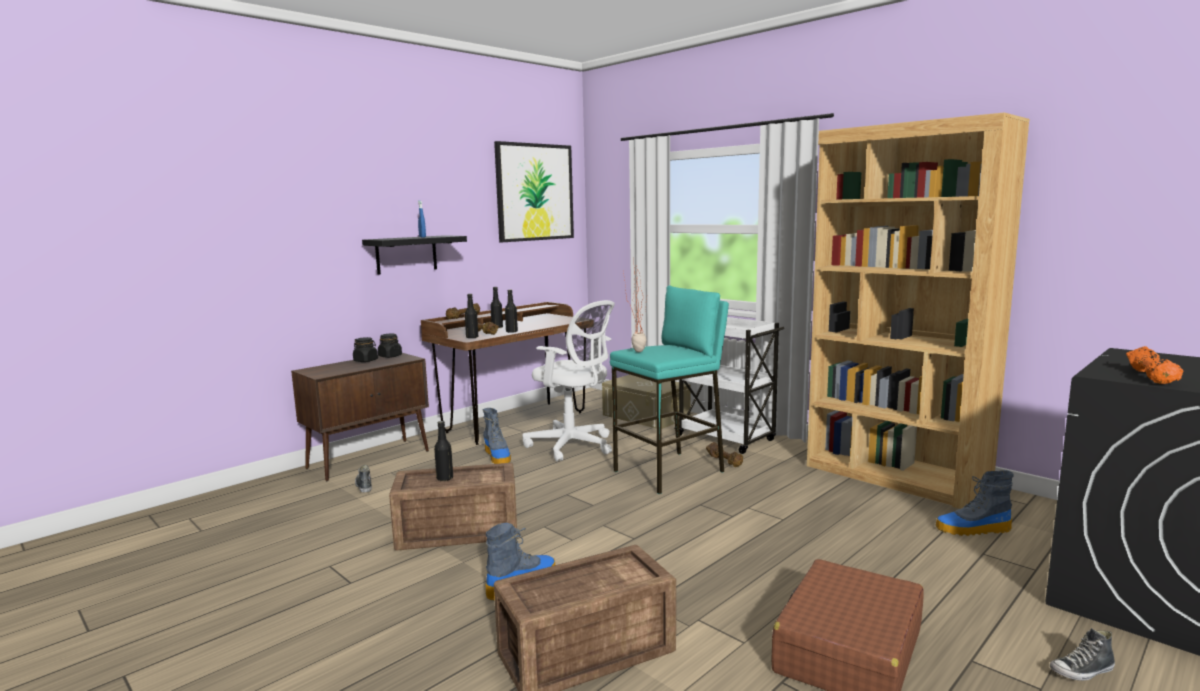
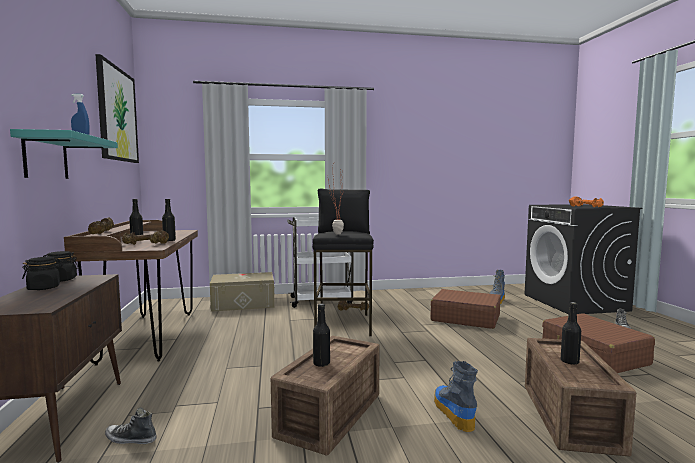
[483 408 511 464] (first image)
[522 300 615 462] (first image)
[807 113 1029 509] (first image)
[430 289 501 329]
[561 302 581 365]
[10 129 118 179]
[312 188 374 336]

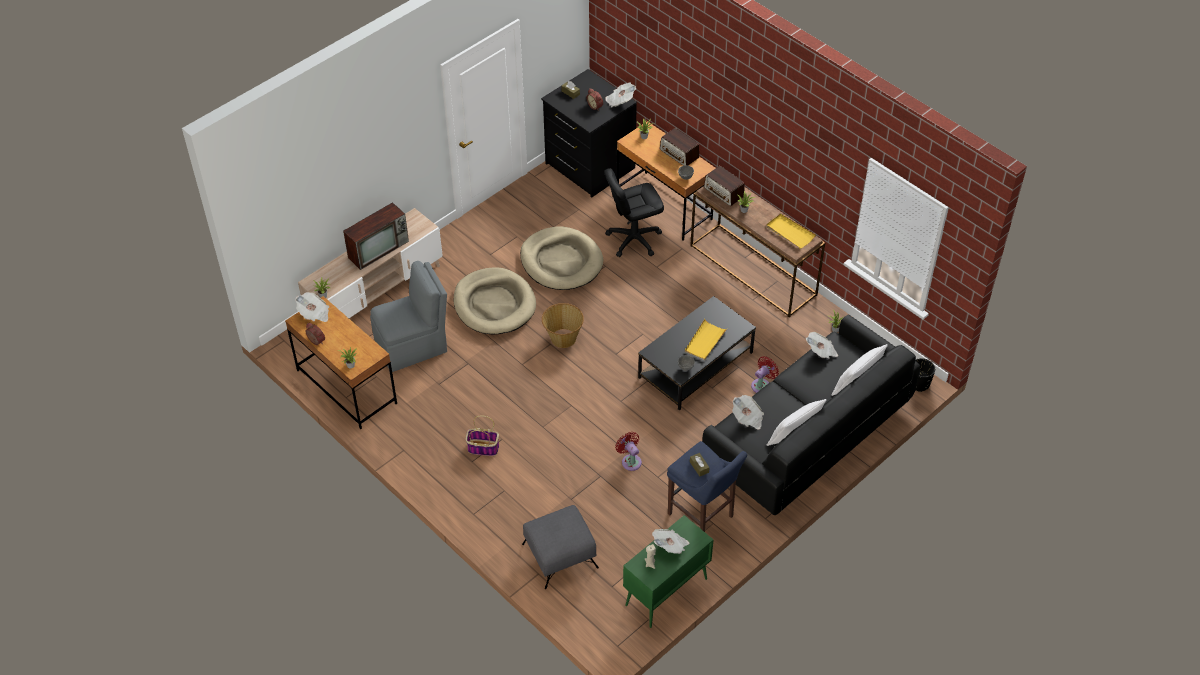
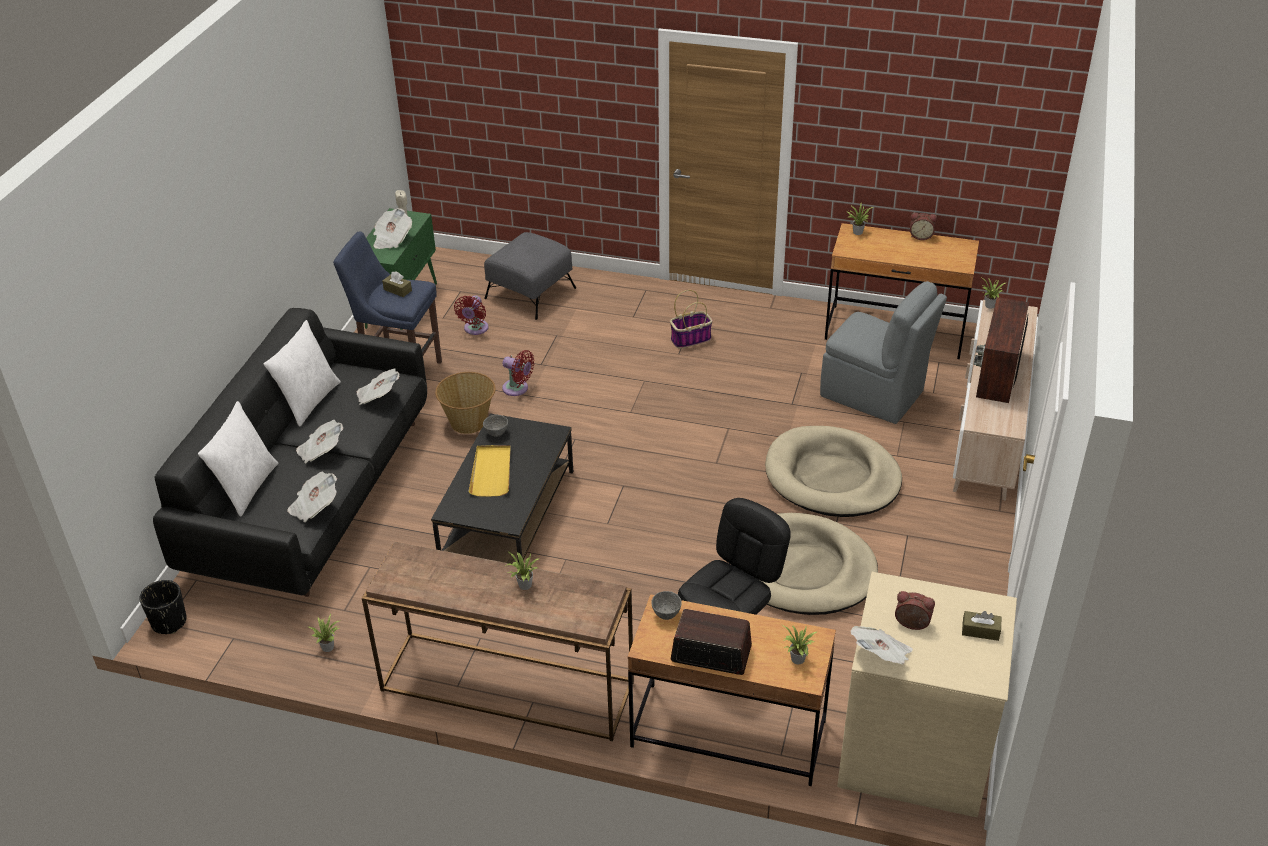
[704 166 745 206] (first image)
[766 213 816 249] (first image)
[296 420 343 464]
[435 372 496 434]
[454 295 488 335]
[837 572 1017 817]
[820 281 947 424]

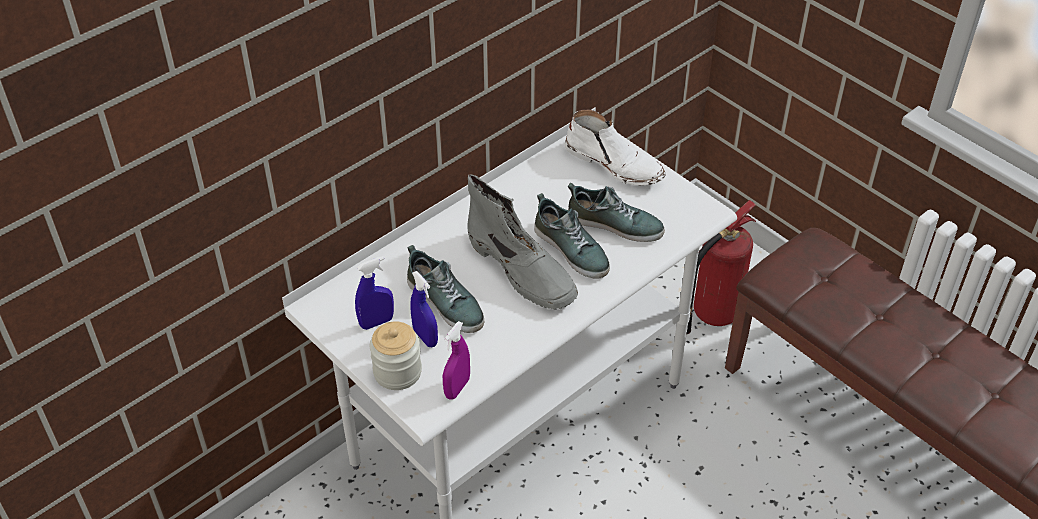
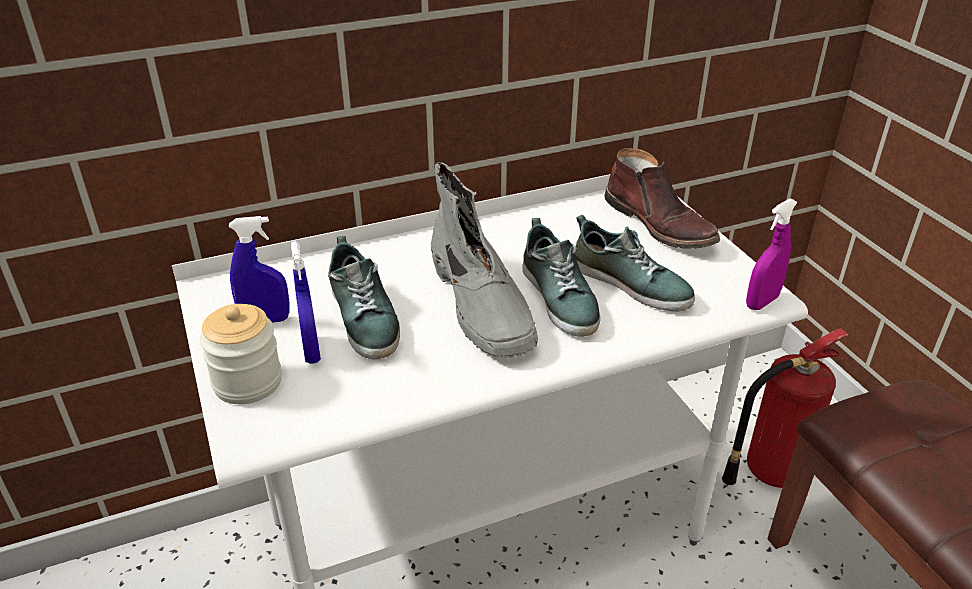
[746 198 798 310]
[604 148 720 249]

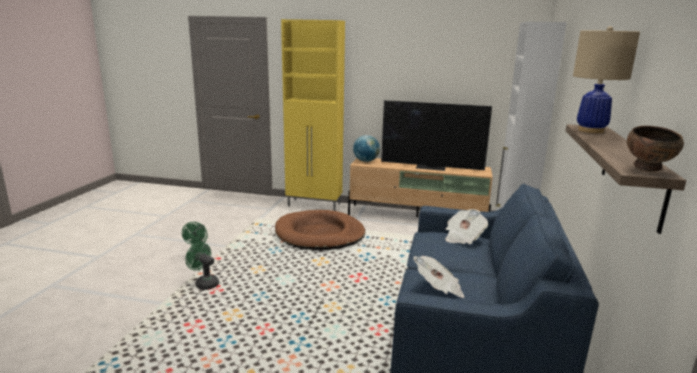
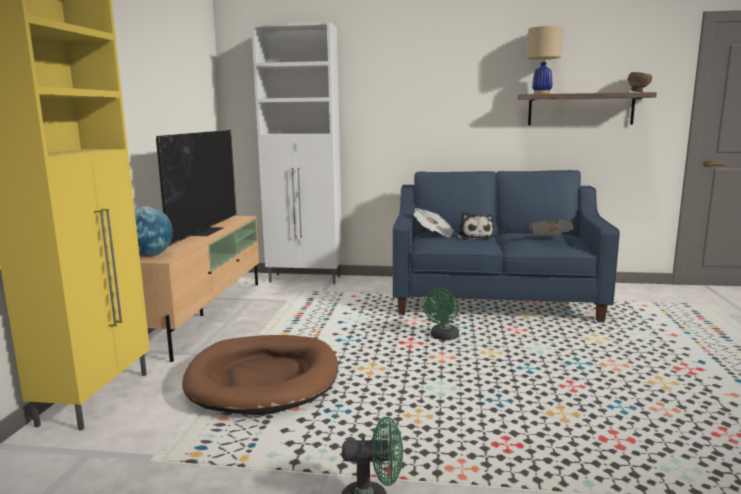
[456 212 494 240]
[423 288 459 340]

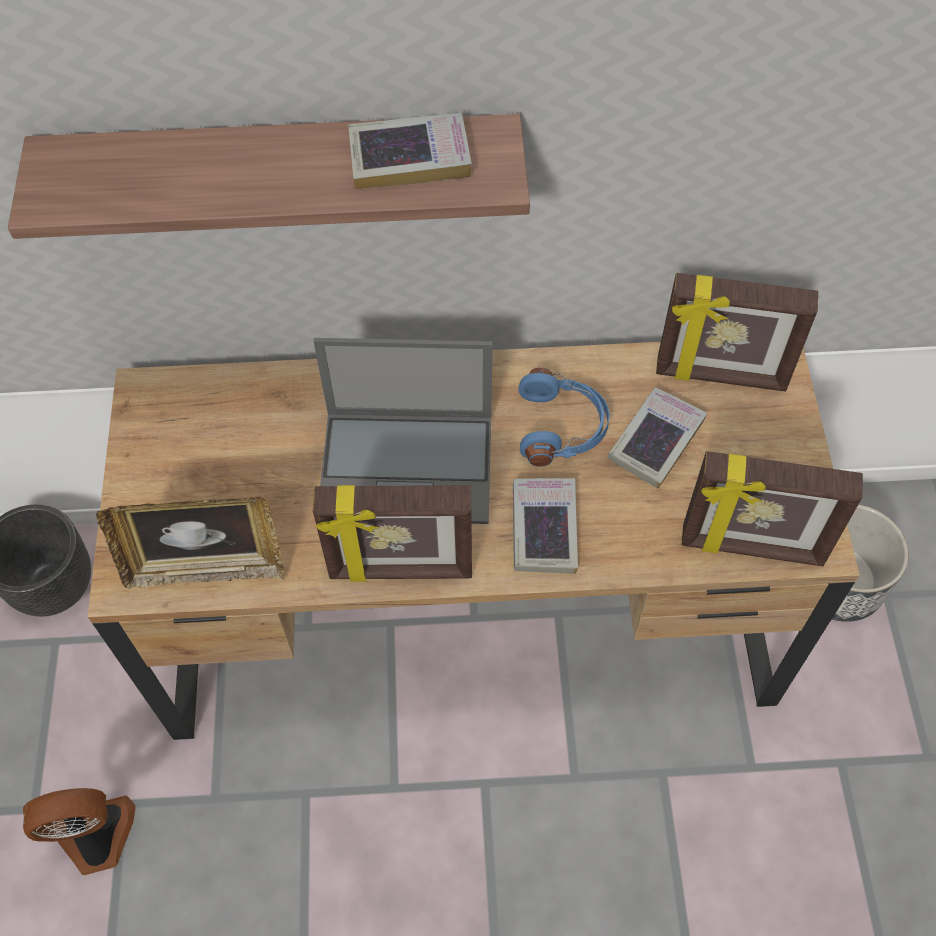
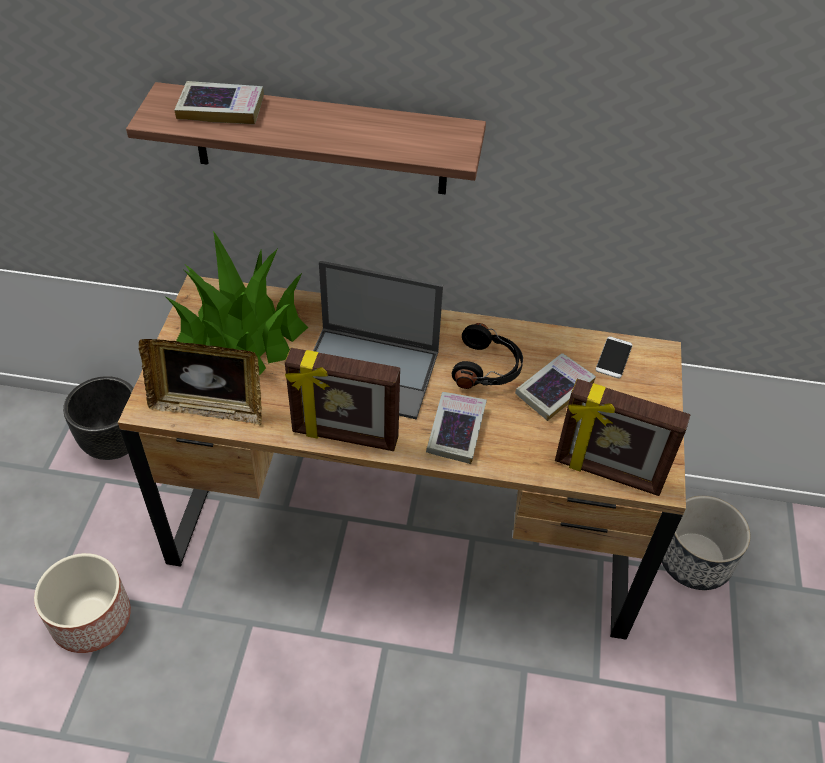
[166 231 308 376]
[174 81 264 125]
[34 553 131 653]
[595 336 632 378]
[452 323 523 389]

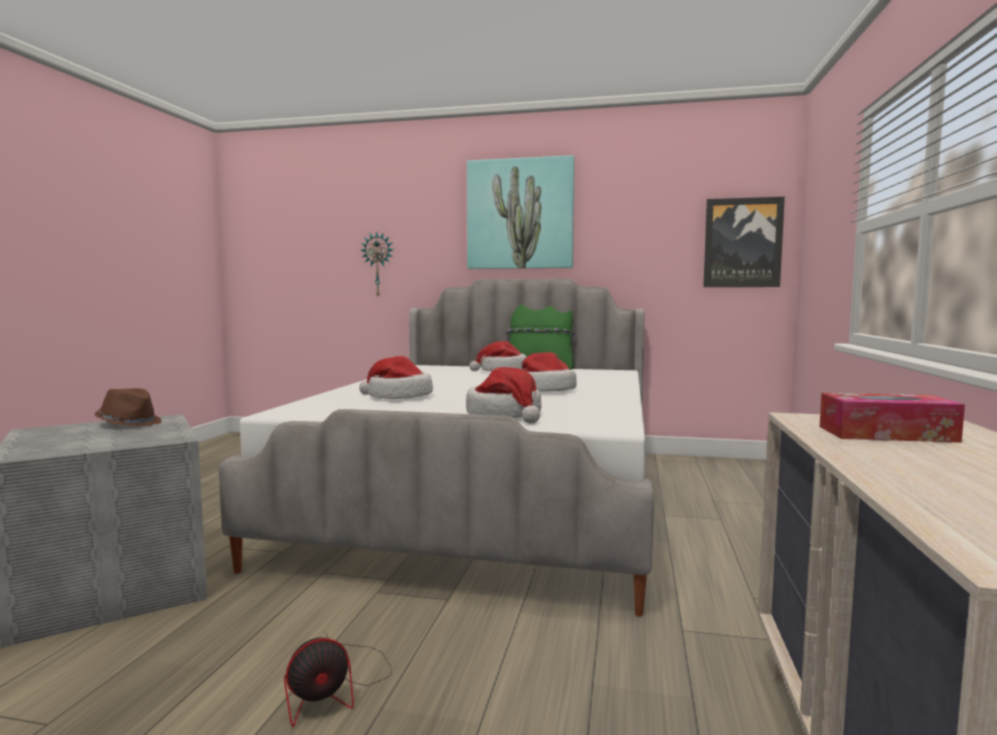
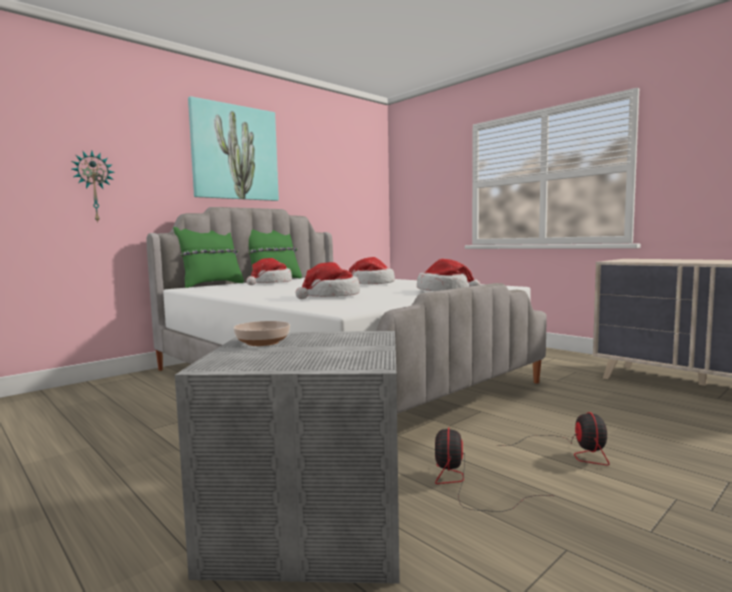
[703 197 785 287] (first image)
[819 393 965 443] (first image)
[173 227 244 288]
[435 428 552 512]
[233 321 290 346]

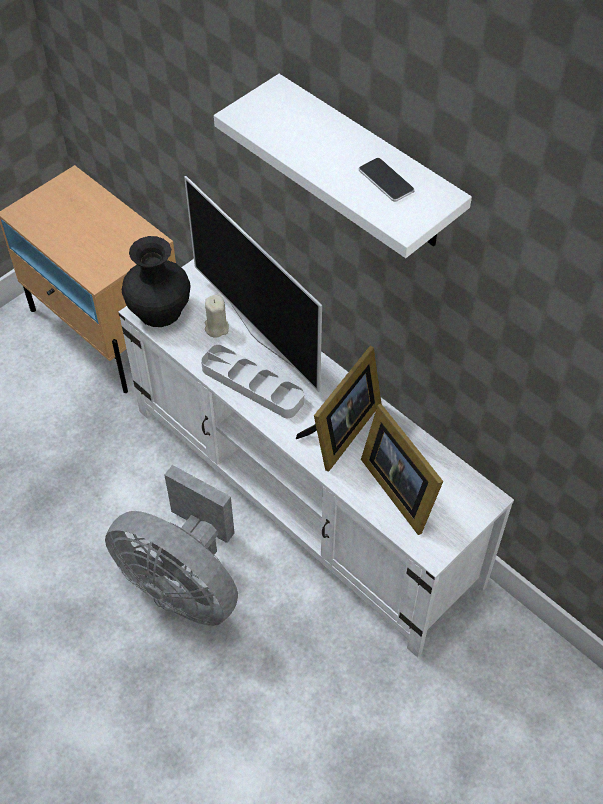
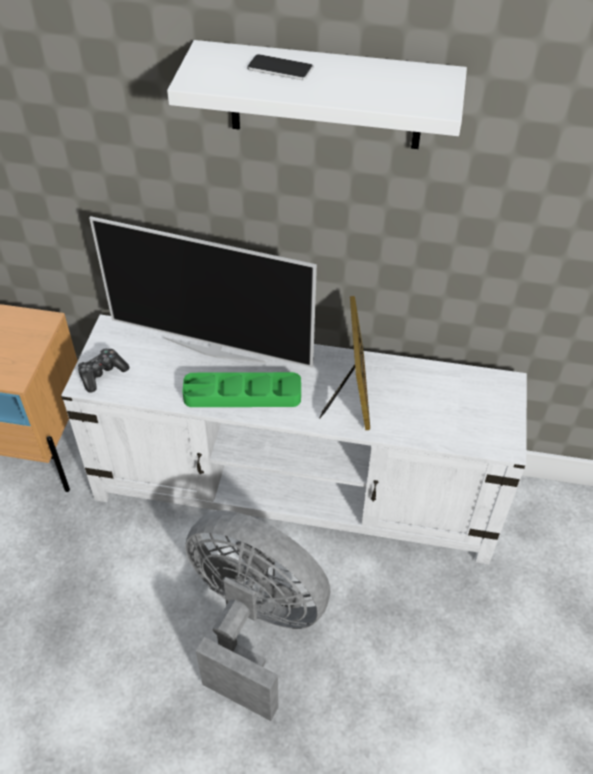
[205 295 229 338] (first image)
[361 404 443 535] (first image)
[247 54 313 80]
[78 348 129 393]
[182 372 301 407]
[185 510 330 721]

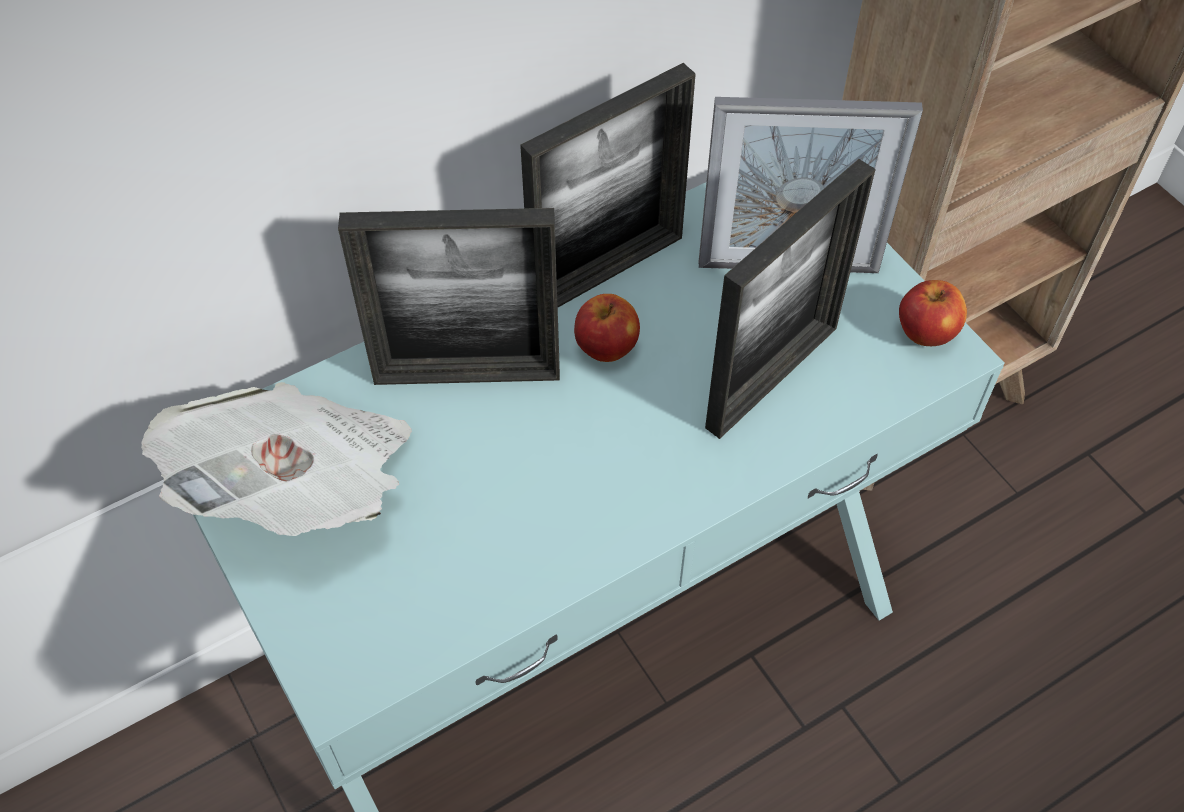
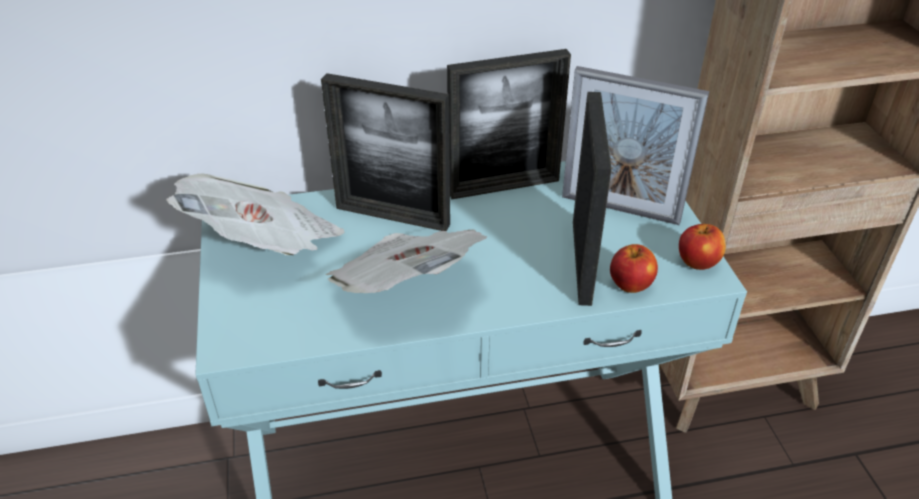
[326 230 488 293]
[610 244 658 293]
[573 92 612 306]

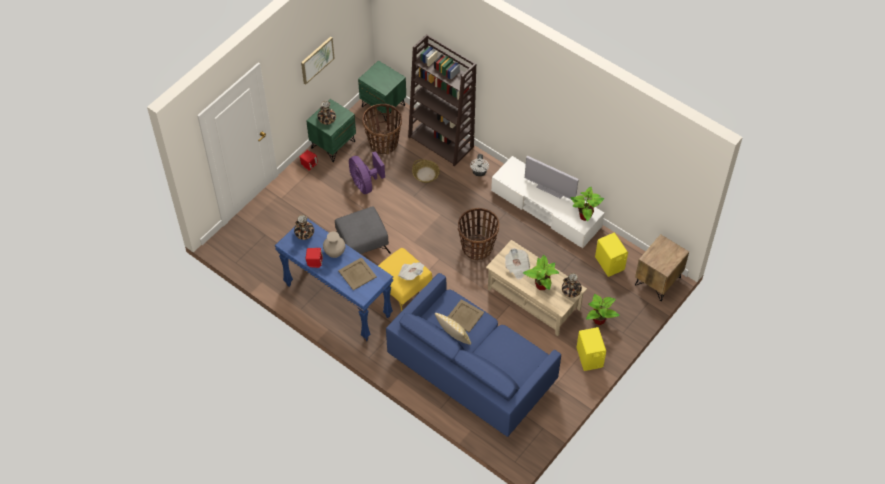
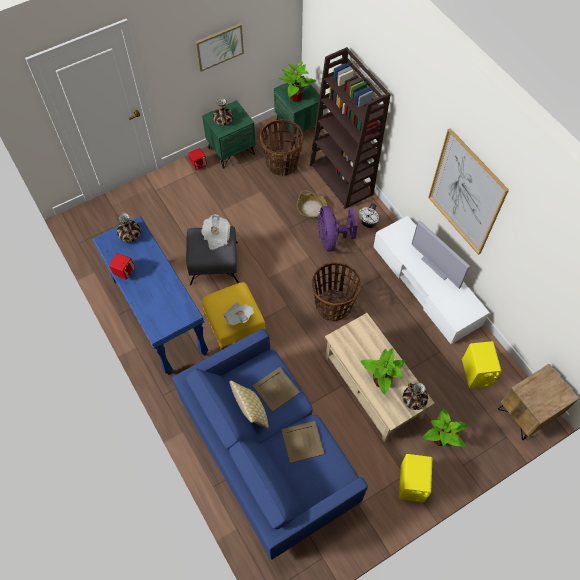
[323 231 345 258] (first image)
[428 128 509 255]
[281 421 325 463]
[318 206 358 252]
[201 214 230 250]
[279 62 316 102]

